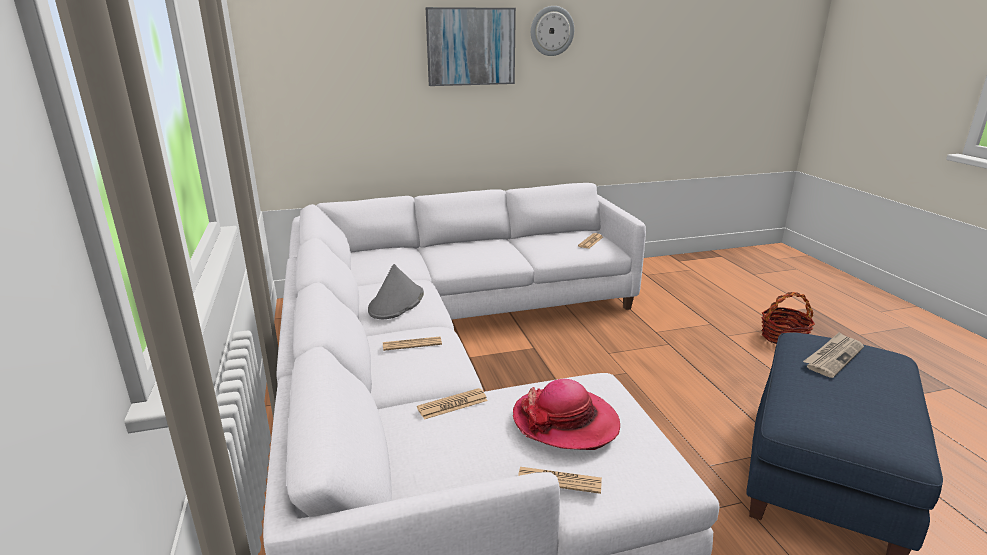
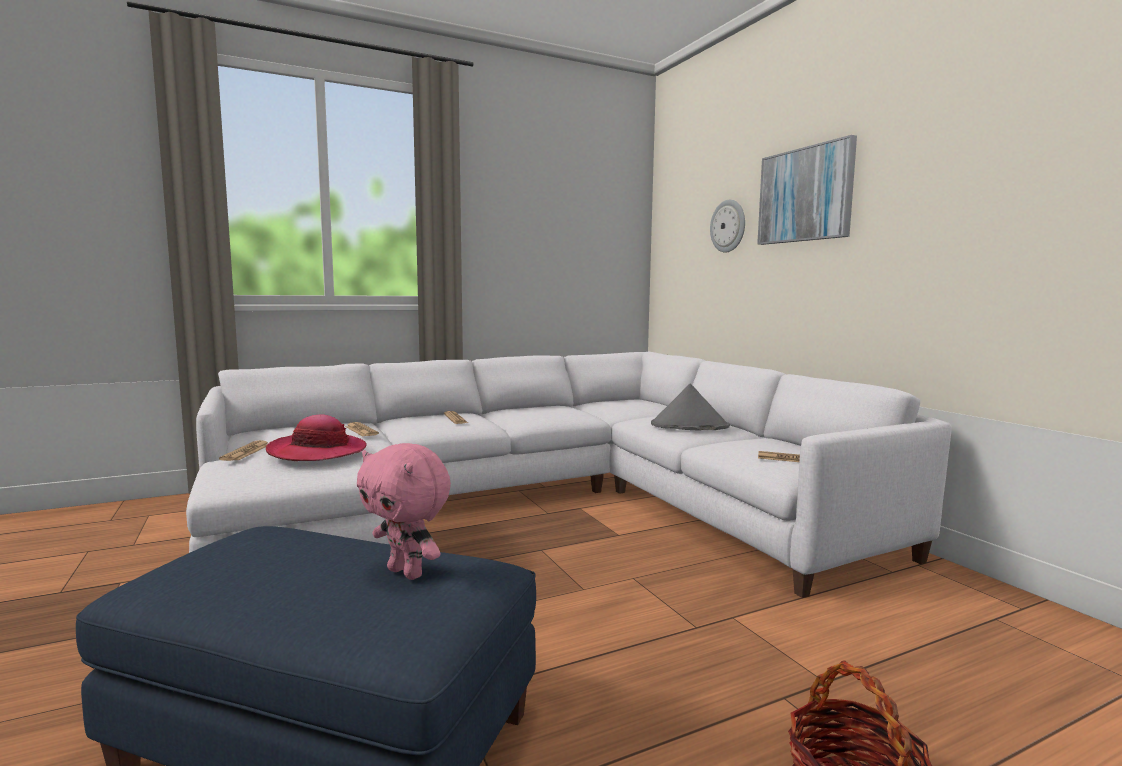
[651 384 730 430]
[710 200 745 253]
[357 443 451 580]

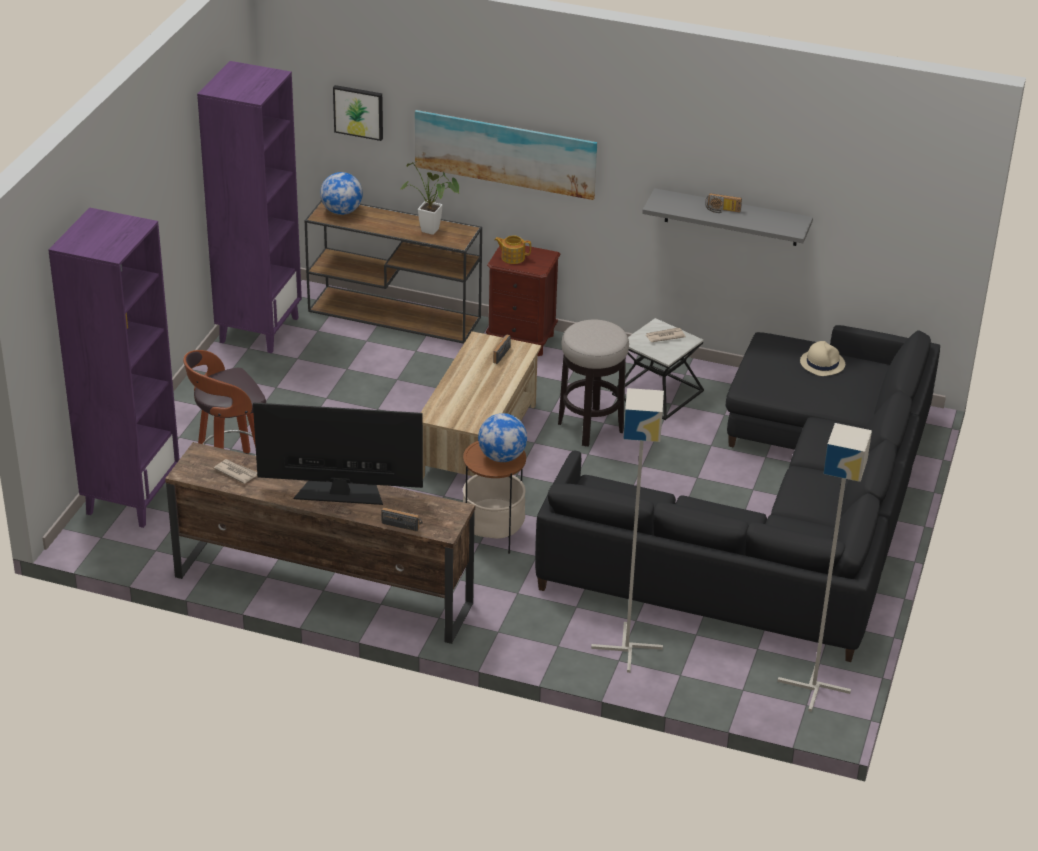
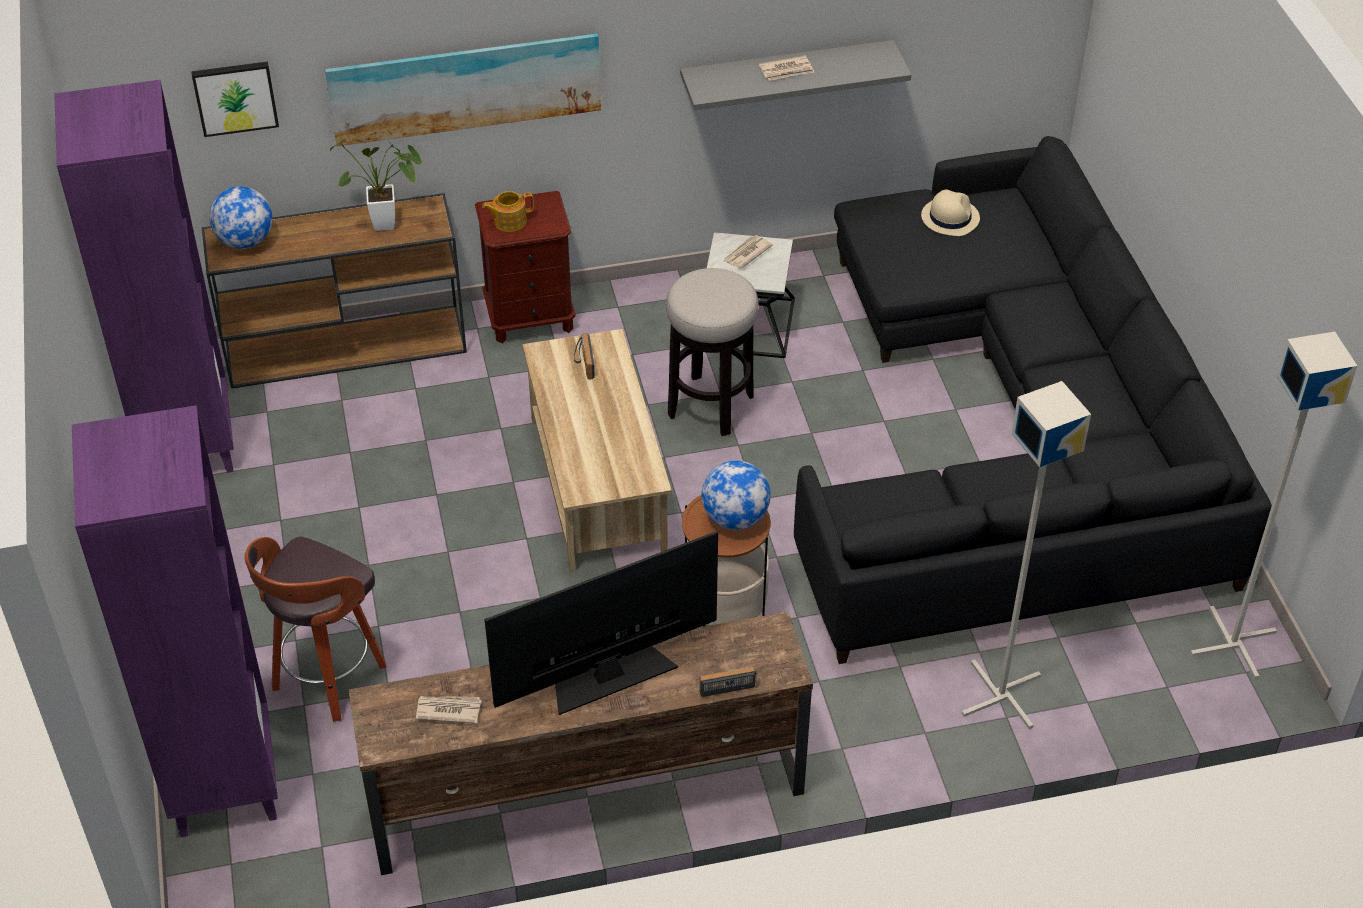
[759 55 815 81]

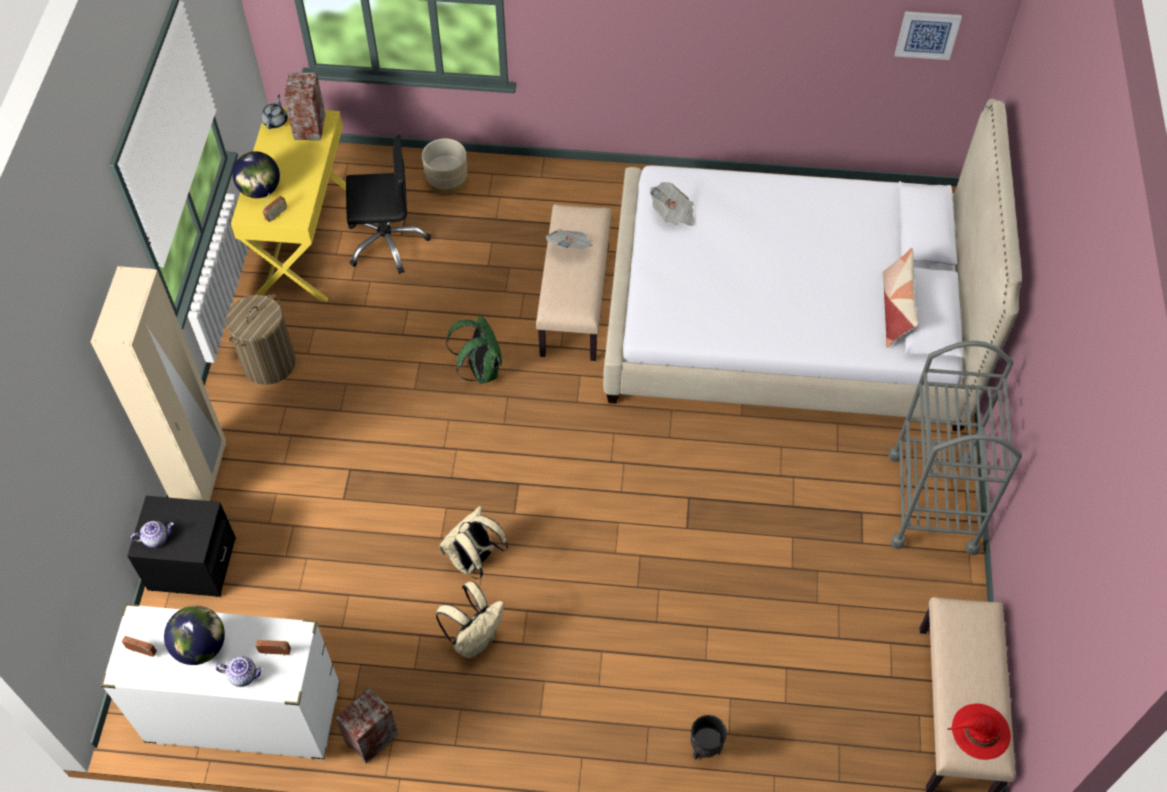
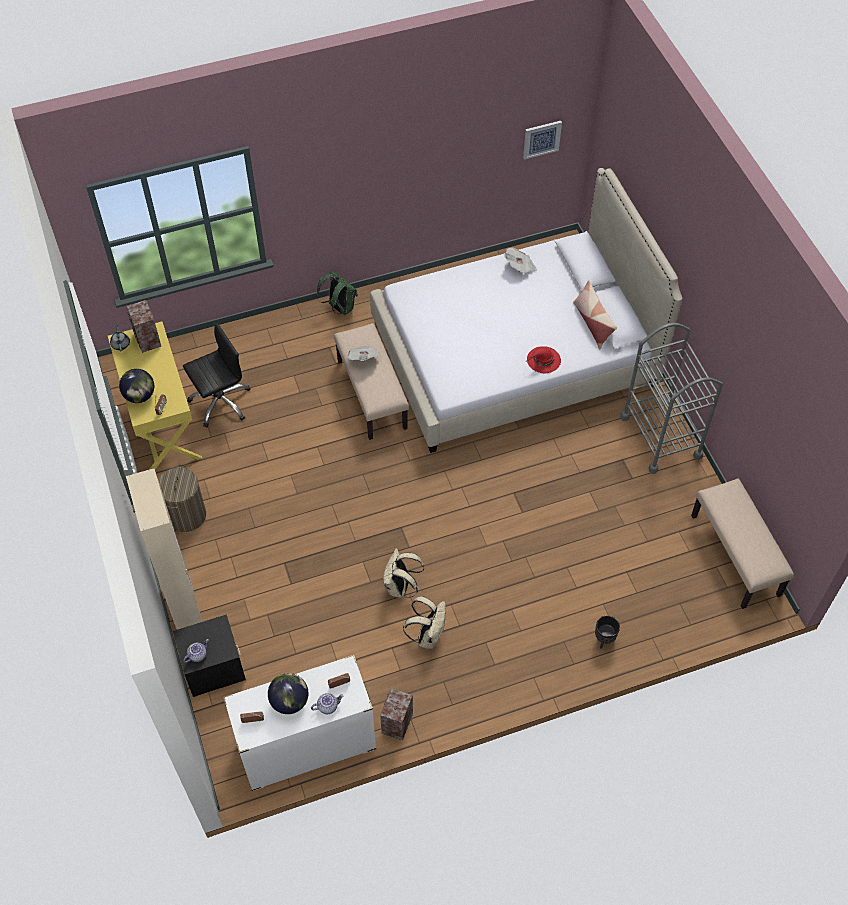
[422 138 467 196] (first image)
[316 271 358 315]
[504 248 537 273]
[527 346 561 373]

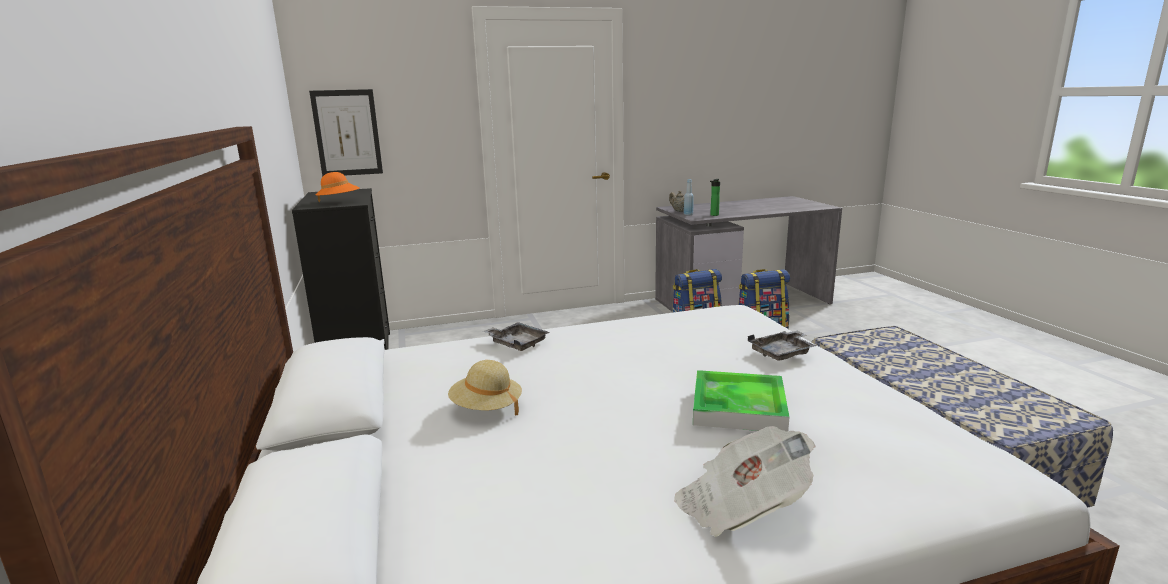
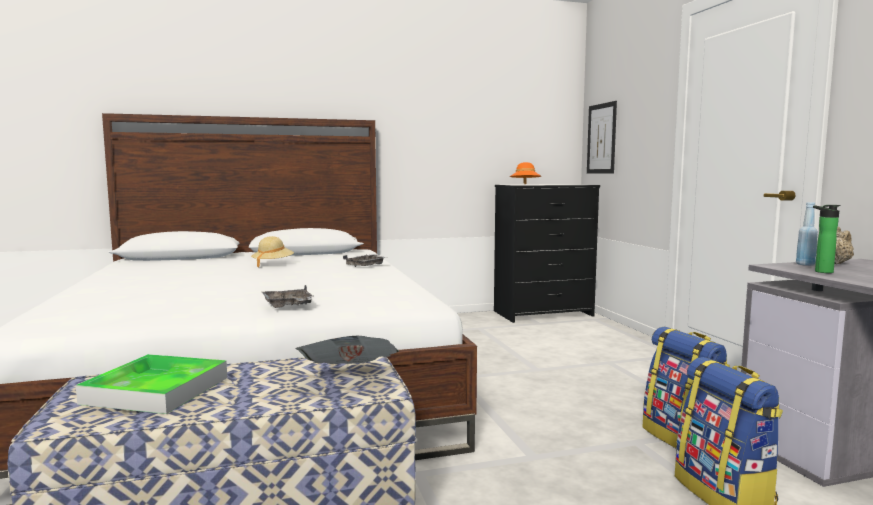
[295 336 399 364]
[76 354 227 414]

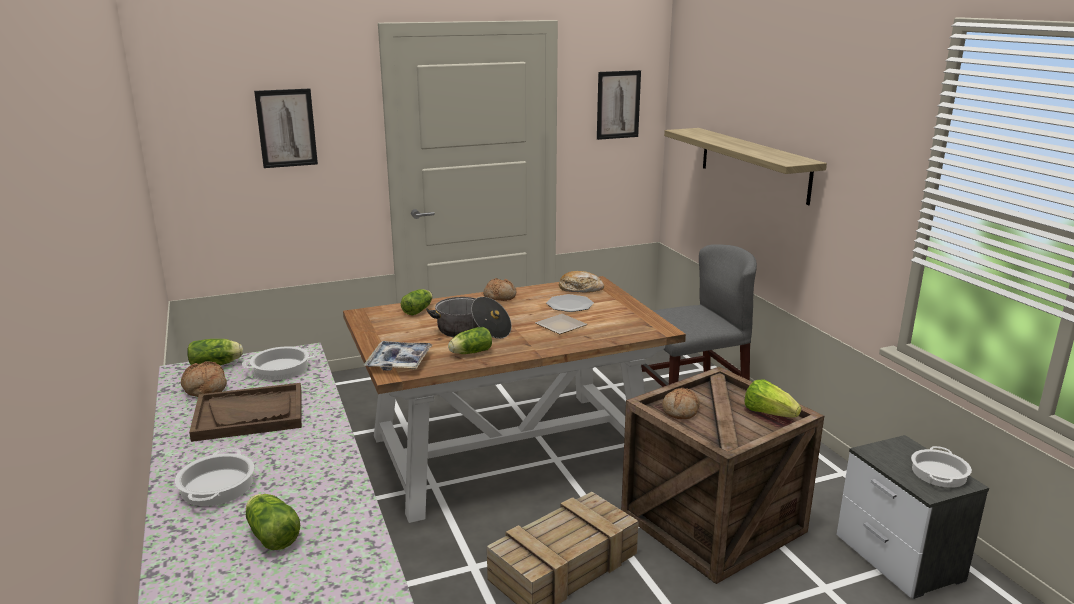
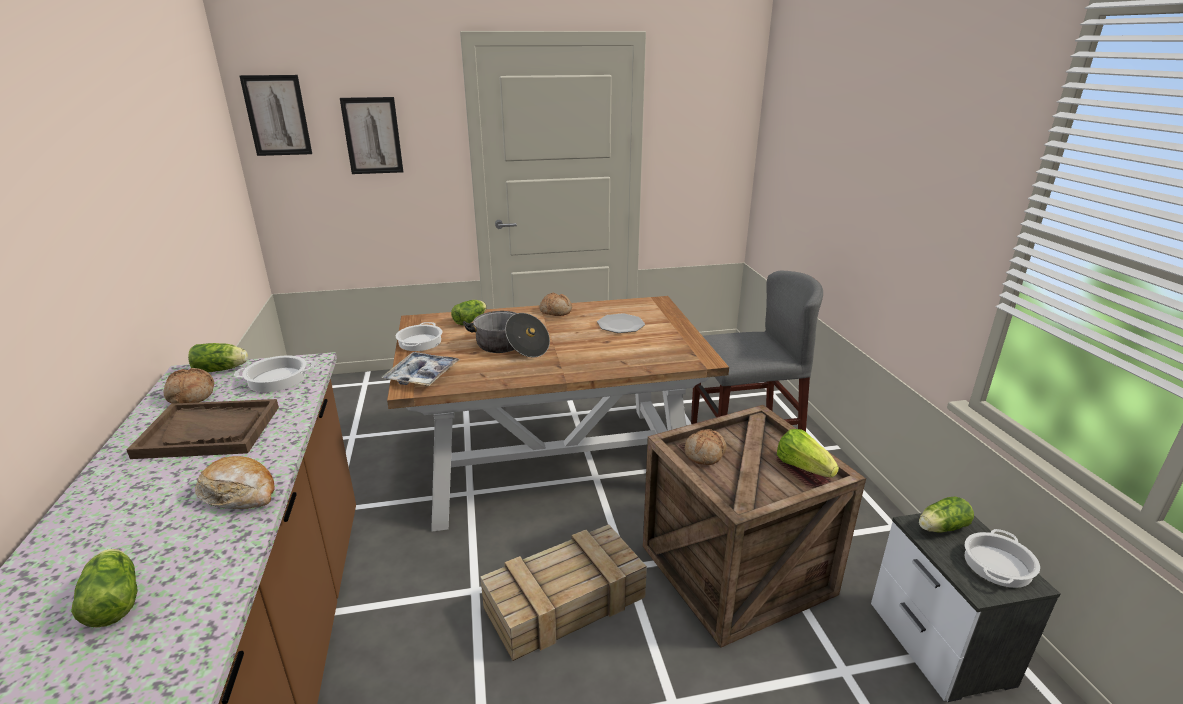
[535 314 587 334] (first image)
[664 128 827 205] (first image)
[396 322 442 351]
[919 496 974 533]
[195 456 275 509]
[239 75 312 156]

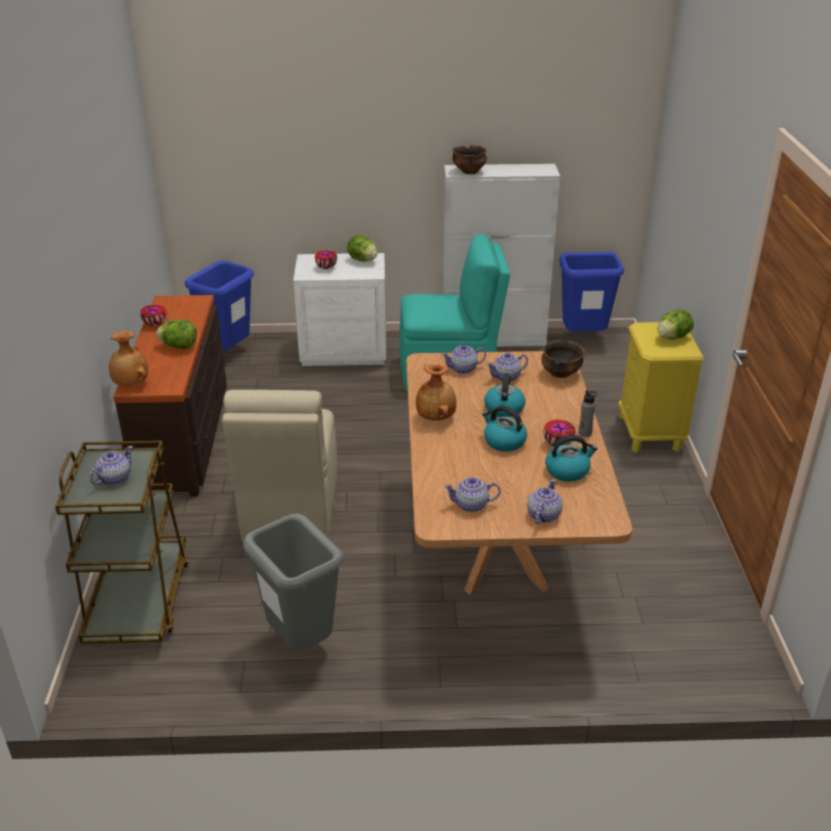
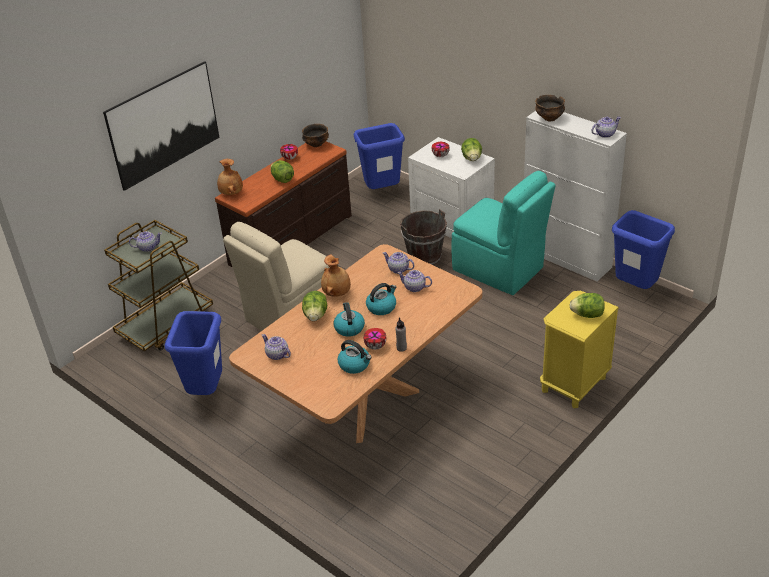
[103 61 219 191]
[302 291 327 321]
[400 209 447 265]
[591 117 621 138]
[302 124 329 147]
[165 311 222 395]

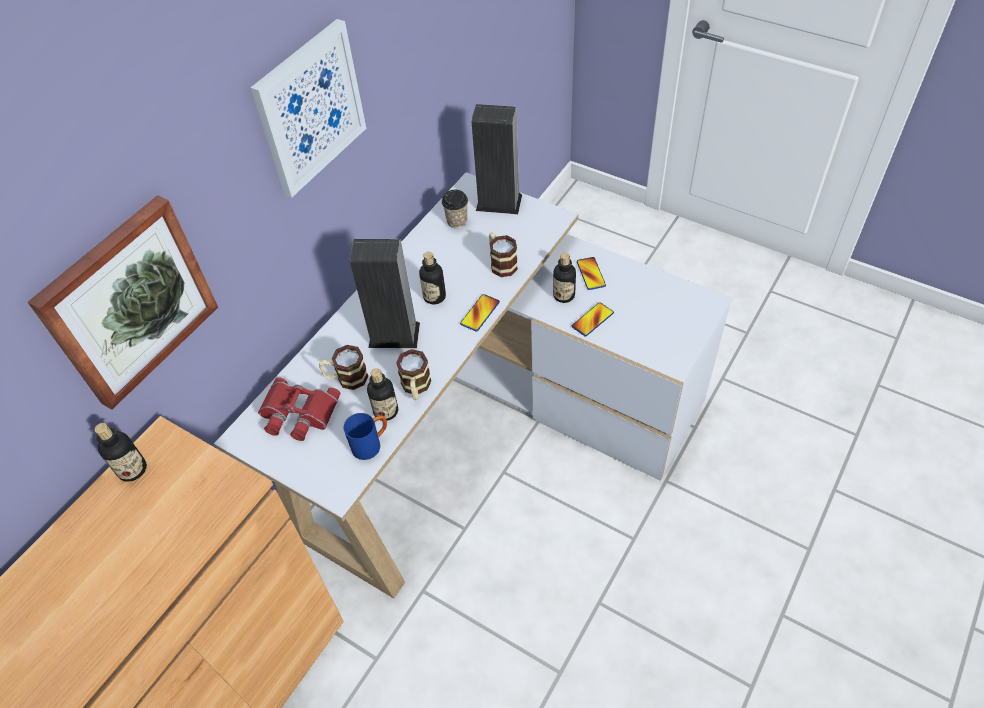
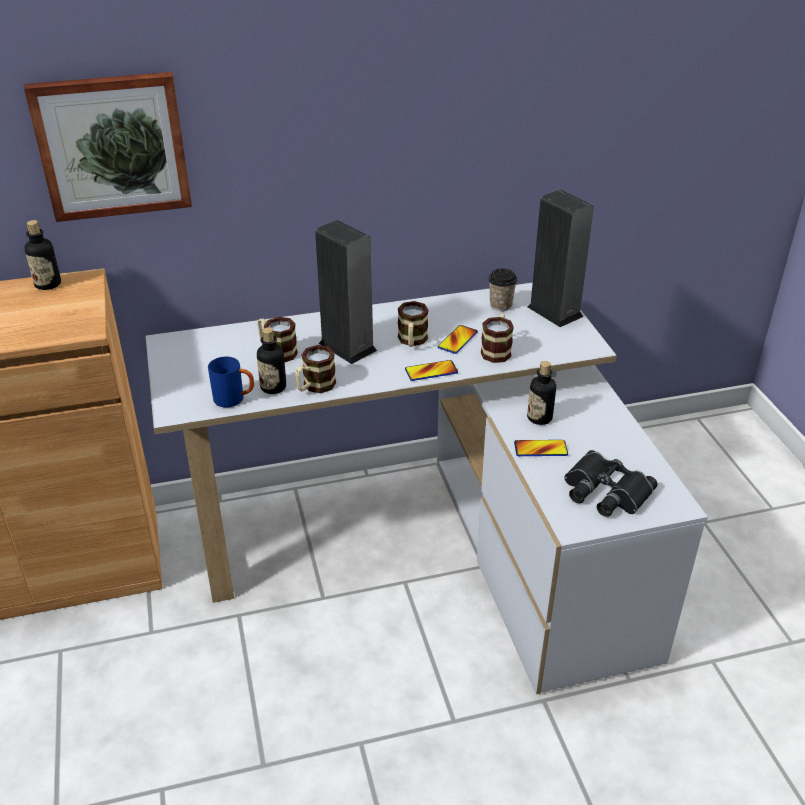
[250 19 366 198] (first image)
[258 377 340 441] (first image)
[564 450 658 517]
[438 325 478 354]
[398 301 428 347]

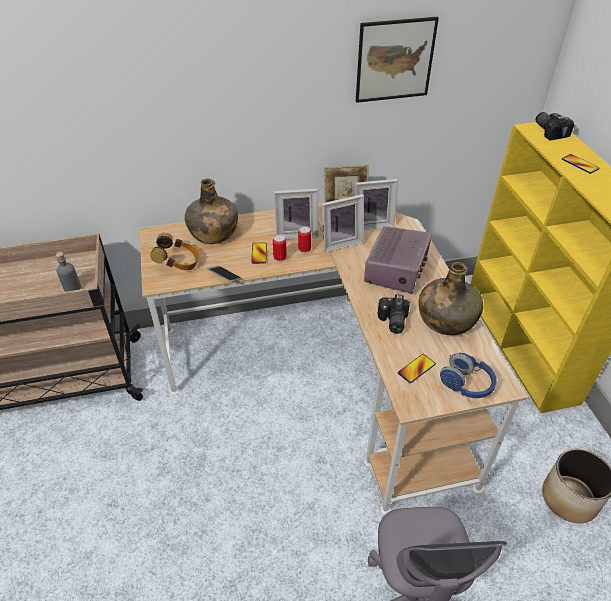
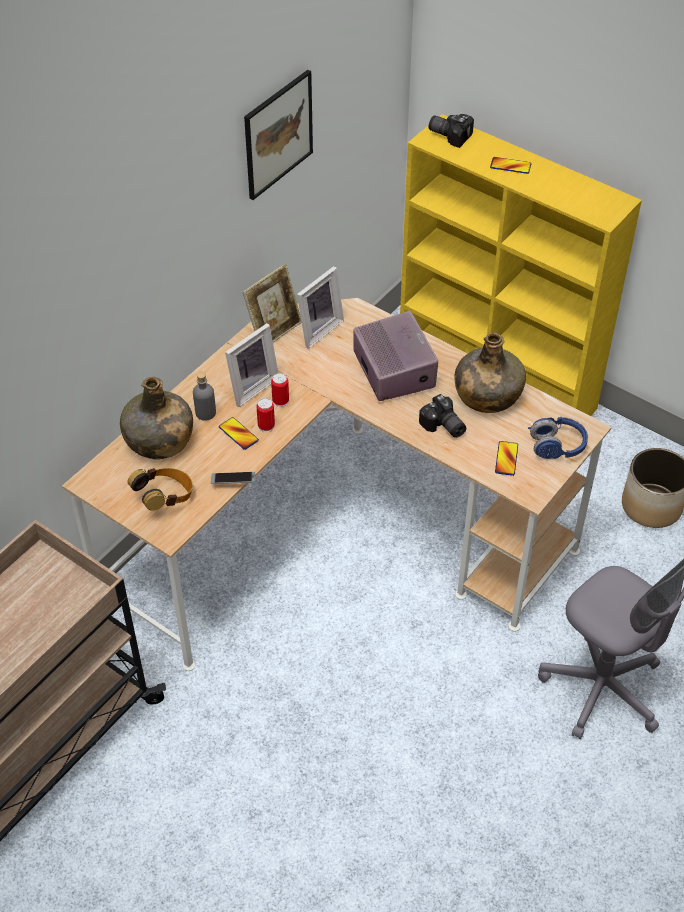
[322 194 364 252] (first image)
[193 372 216 421]

